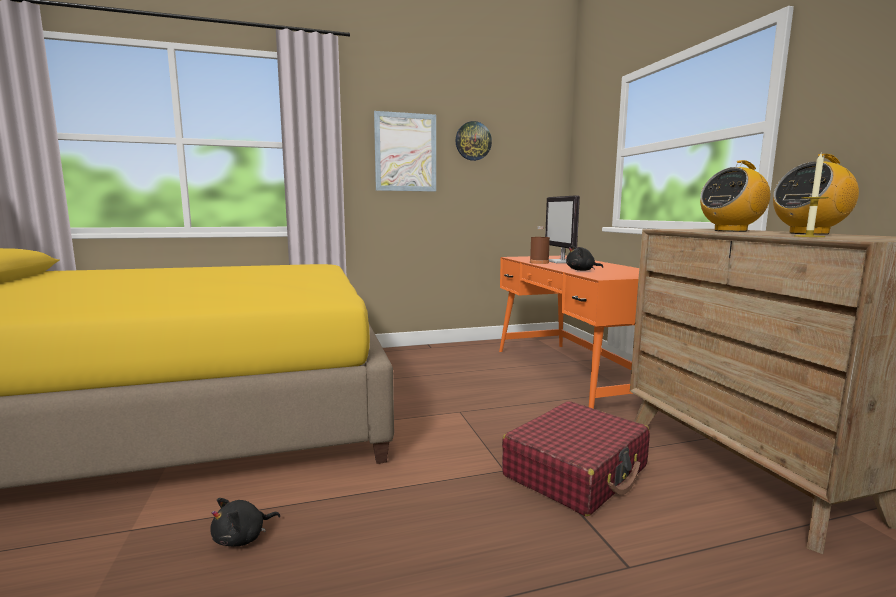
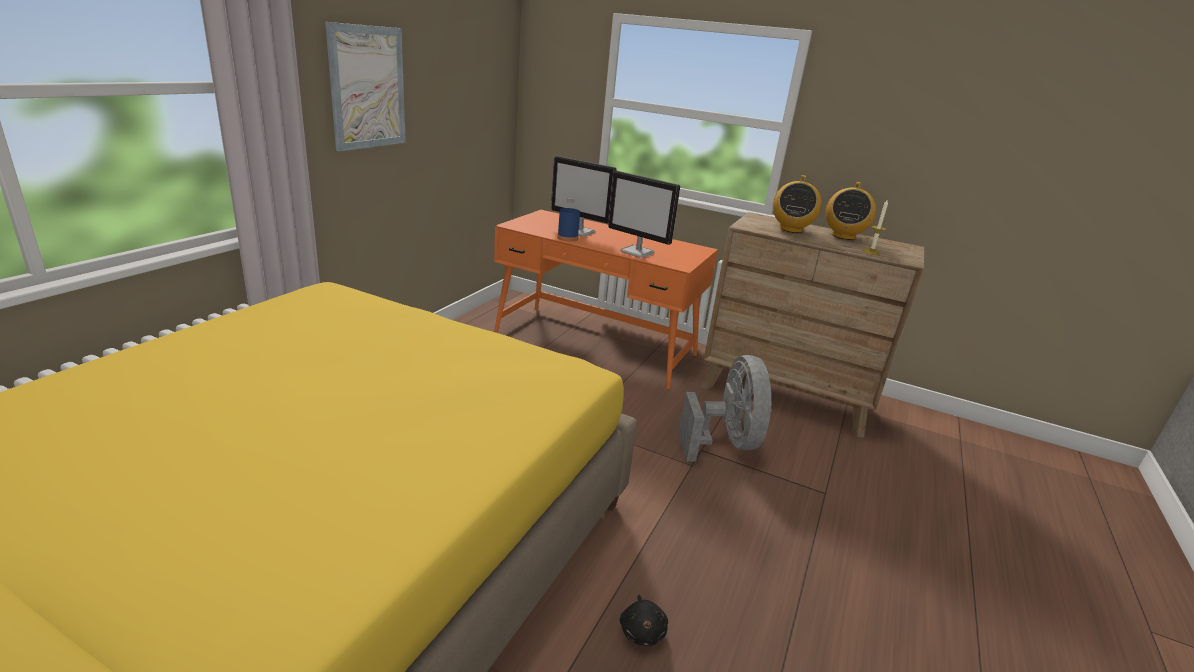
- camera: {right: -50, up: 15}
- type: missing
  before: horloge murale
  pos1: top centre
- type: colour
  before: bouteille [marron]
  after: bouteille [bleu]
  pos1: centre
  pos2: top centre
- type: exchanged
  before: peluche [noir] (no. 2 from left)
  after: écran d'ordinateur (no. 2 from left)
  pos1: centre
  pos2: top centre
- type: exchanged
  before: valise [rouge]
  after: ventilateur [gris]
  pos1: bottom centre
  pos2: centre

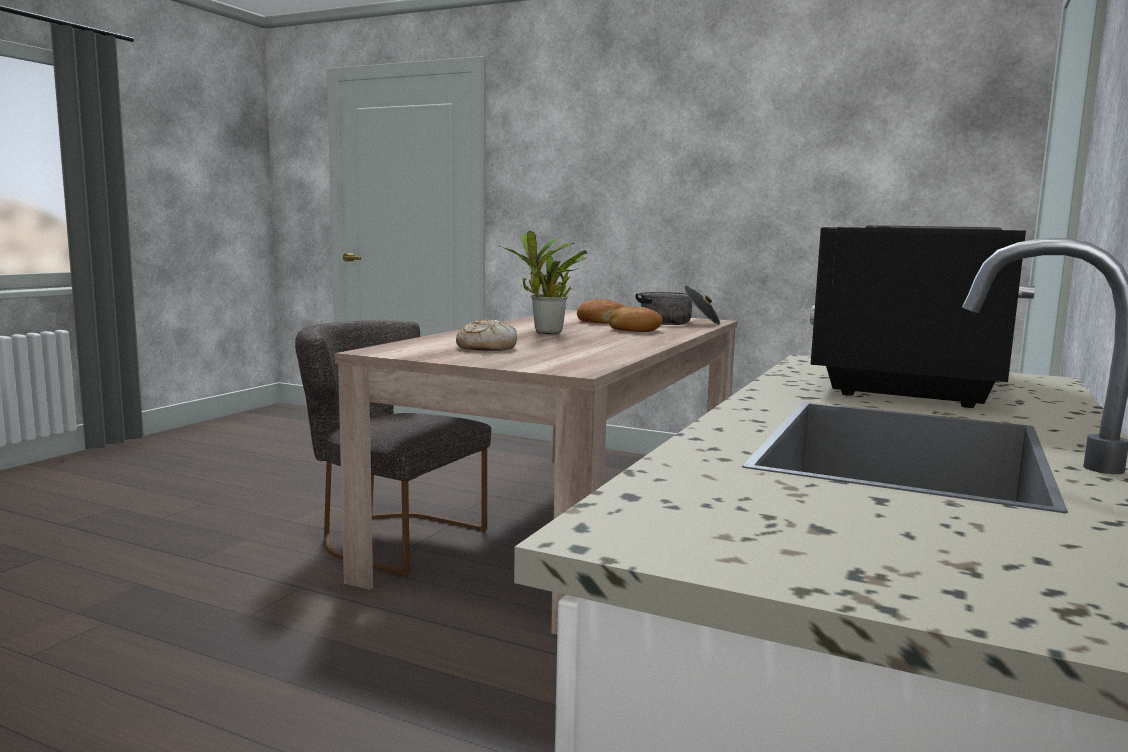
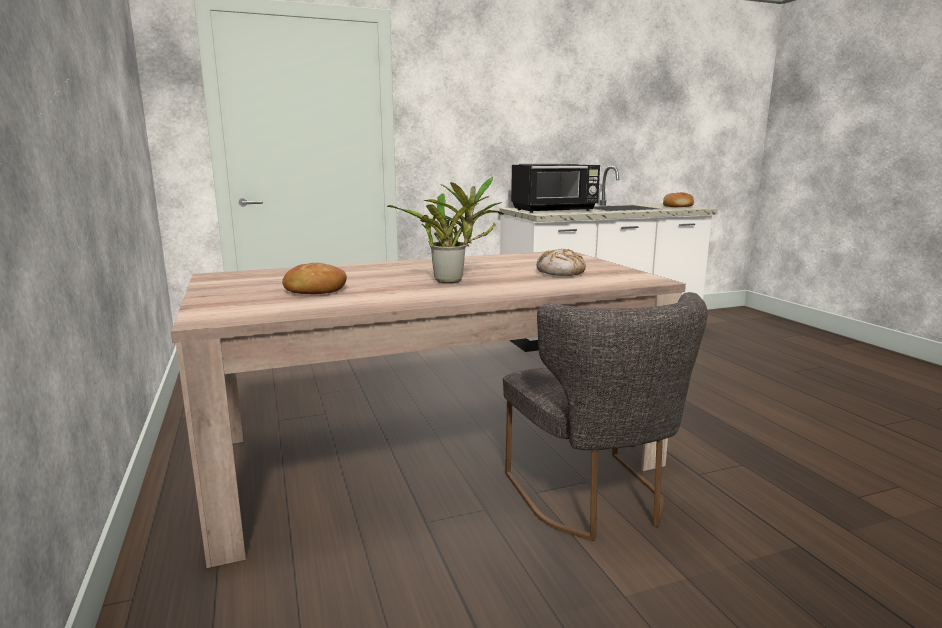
- camera: {right: -135, up: 5}
- type: missing
  before: marmite
  pos1: centre
- type: relocated
  before: pain (no. 3 from left)
  pos1: centre
  pos2: top right

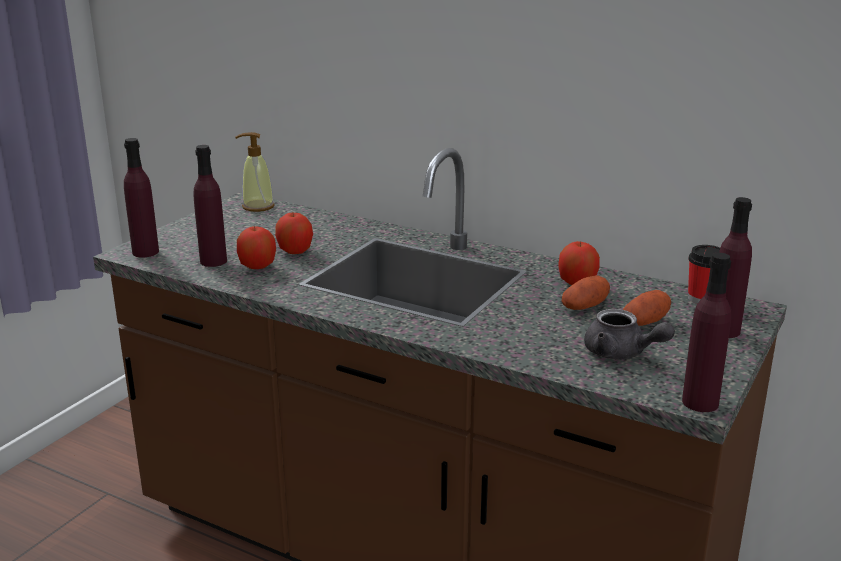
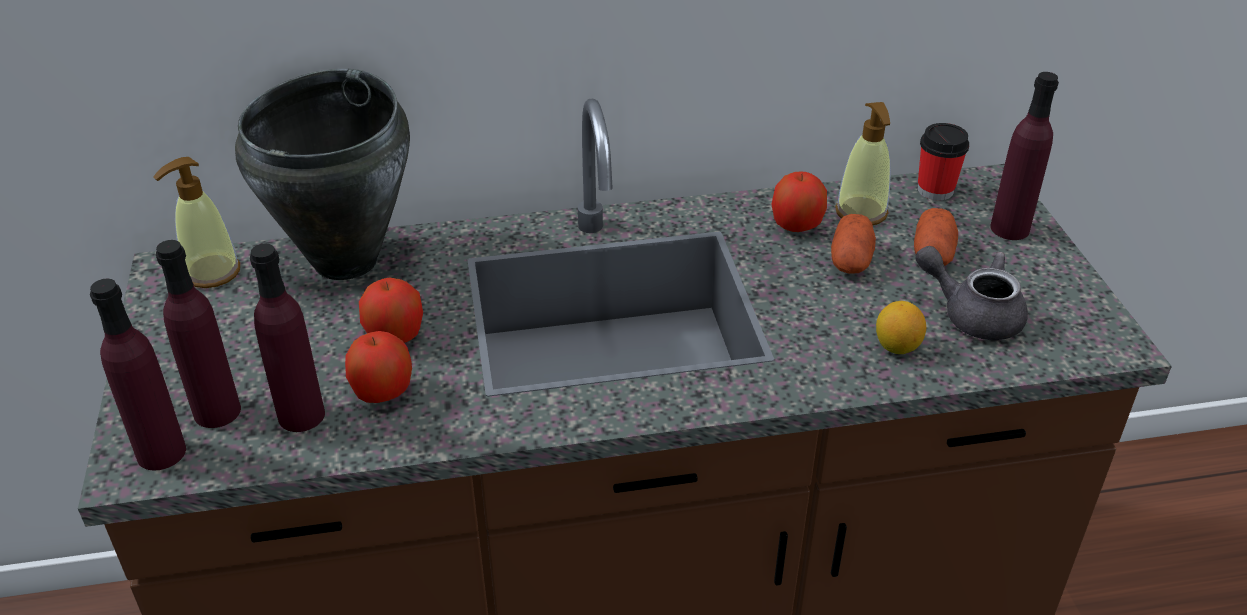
- camera: {right: -40, up: 15}
- type: relocated
  before: bouteille [violet] (no. 3 from left in the first image)
  after: bouteille [violet] (no. 2 from left)
  pos1: middle right
  pos2: middle left
- type: spun
  before: théière [gris]
  pos1: middle right
  pos2: middle right
  turn: -150
- type: appeared
  after: marmite [noir]
  pos2: top left
- type: appeared
  after: distributeur de savon (no. 2 from left)
  pos2: top right
- type: appeared
  after: citron
  pos2: middle right

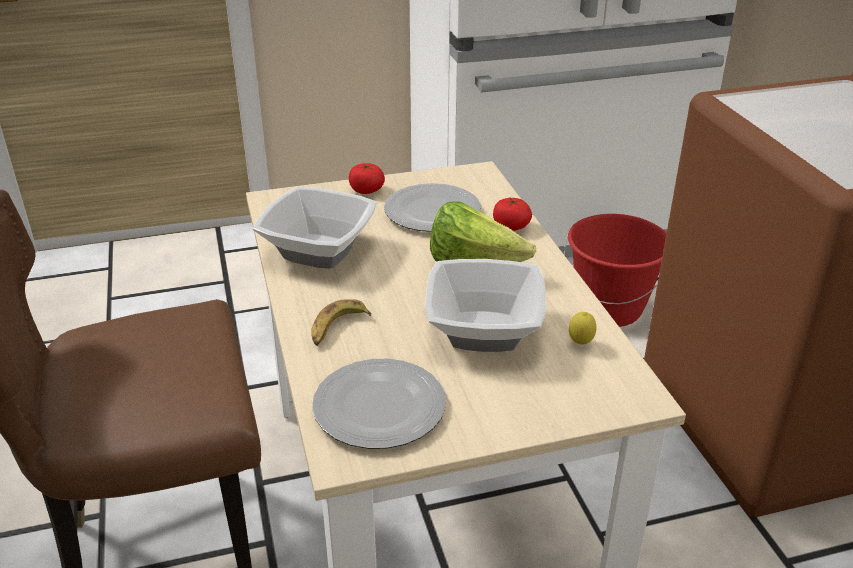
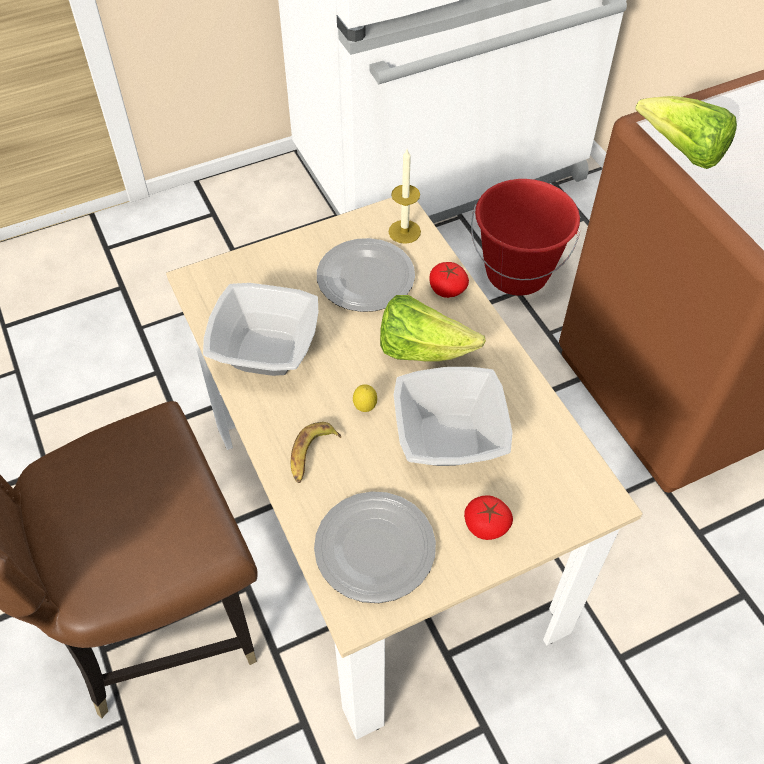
- camera: {right: -10, up: 20}
- type: relocated
  before: tomate (no. 1 from left in the first image)
  after: tomate (no. 2 from left)
  pos1: top centre
  pos2: bottom centre
- type: relocated
  before: citron
  pos1: middle right
  pos2: centre
- type: appeared
  after: laitue (no. 2 from left)
  pos2: top right
- type: appeared
  after: bougie
  pos2: top centre

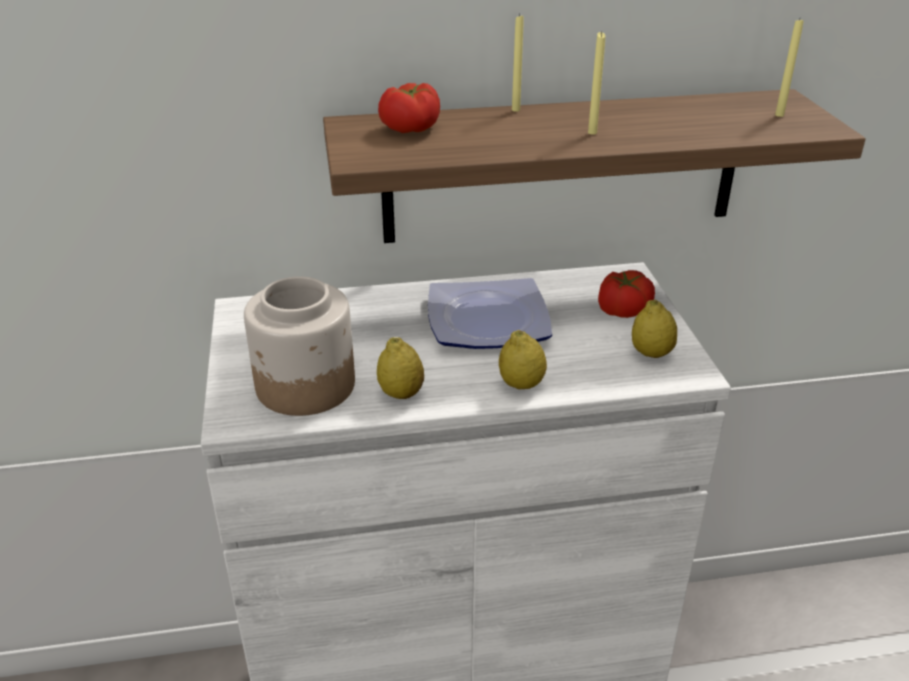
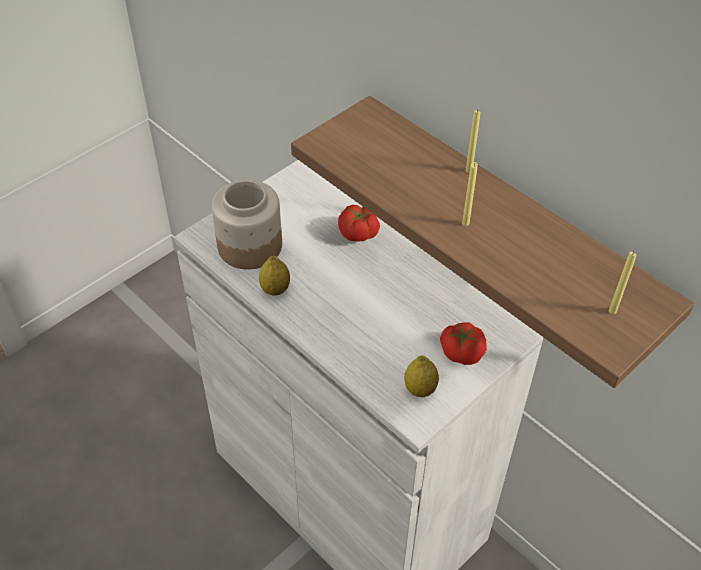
- camera: {right: 55, up: 15}
- type: relocated
  before: tomate (no. 1 from left)
  pos1: top centre
  pos2: centre
- type: missing
  before: assiette
  pos1: centre
- type: missing
  before: citron (no. 2 from left)
  pos1: centre

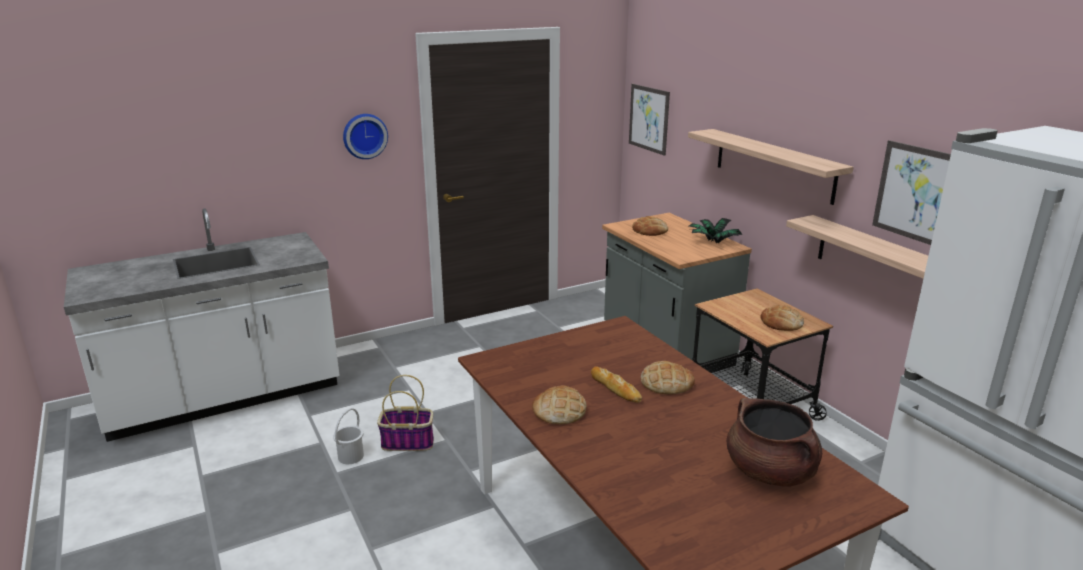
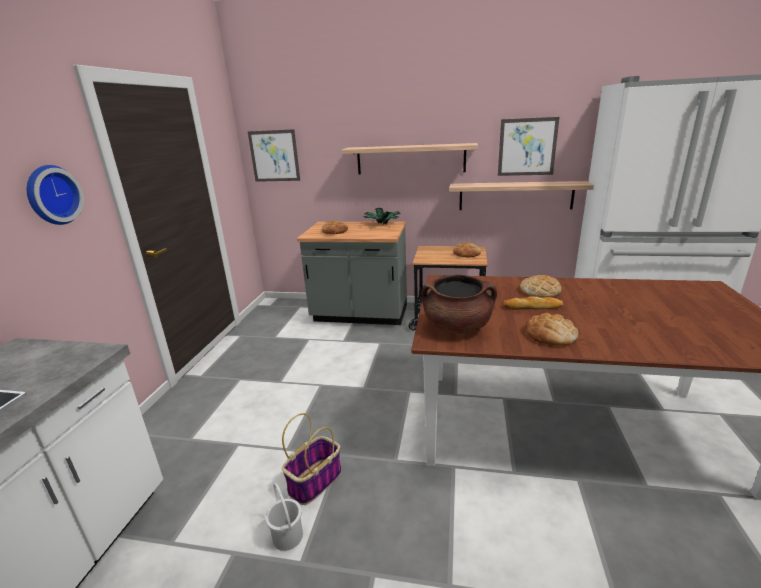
- camera: {right: -50, up: 0}
- type: relocated
  before: marmite [marron]
  pos1: bottom right
  pos2: centre

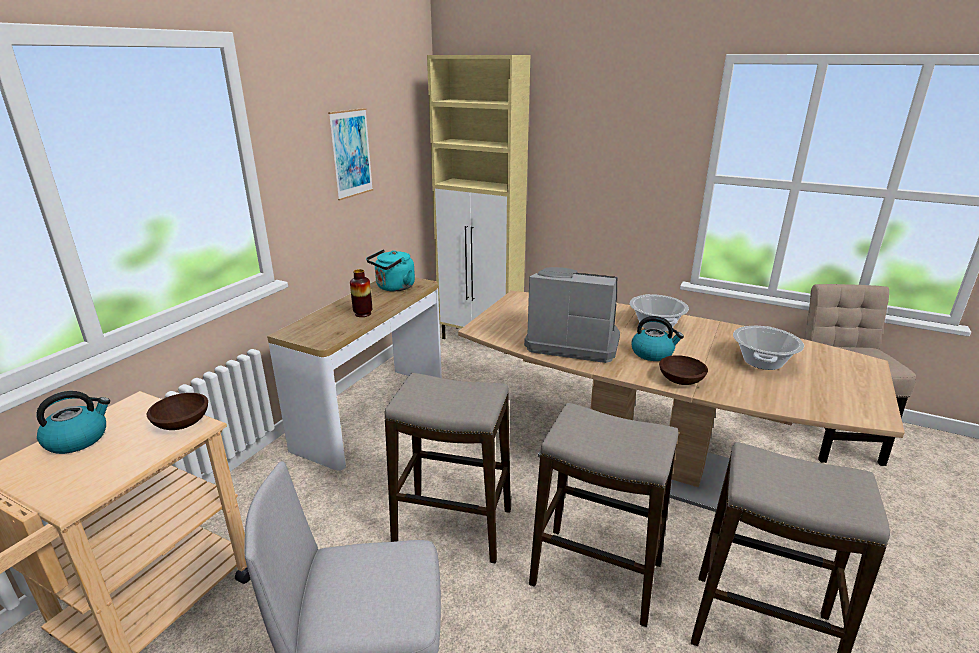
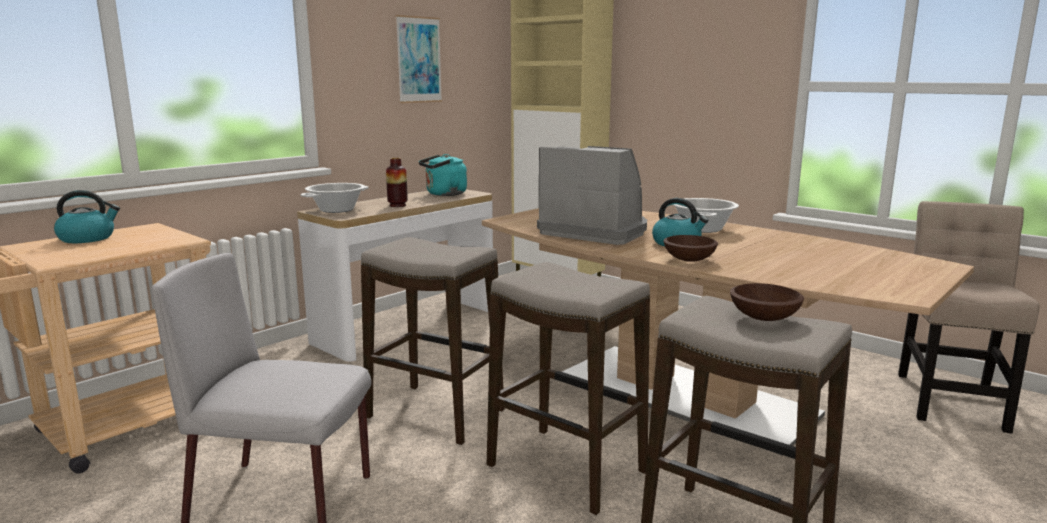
- camera: {right: 15, up: -10}
- type: relocated
  before: marmite (no. 2 from left in the first image)
  after: marmite (no. 1 from left)
  pos1: middle right
  pos2: middle left
- type: relocated
  before: bol [marron] (no. 1 from left in the first image)
  after: bol [marron] (no. 2 from left)
  pos1: middle left
  pos2: middle right

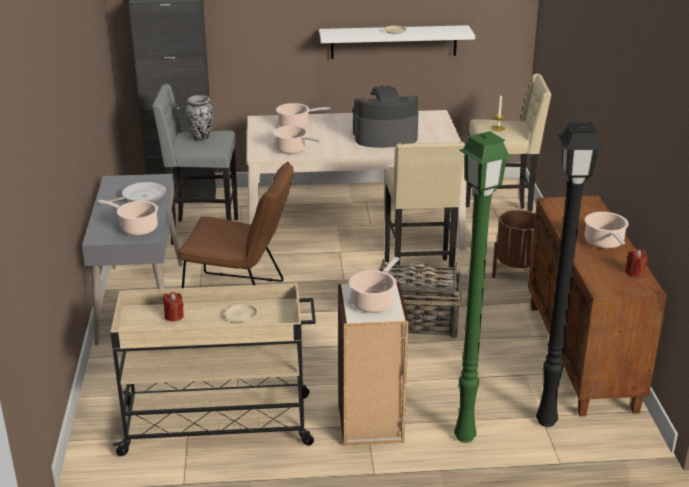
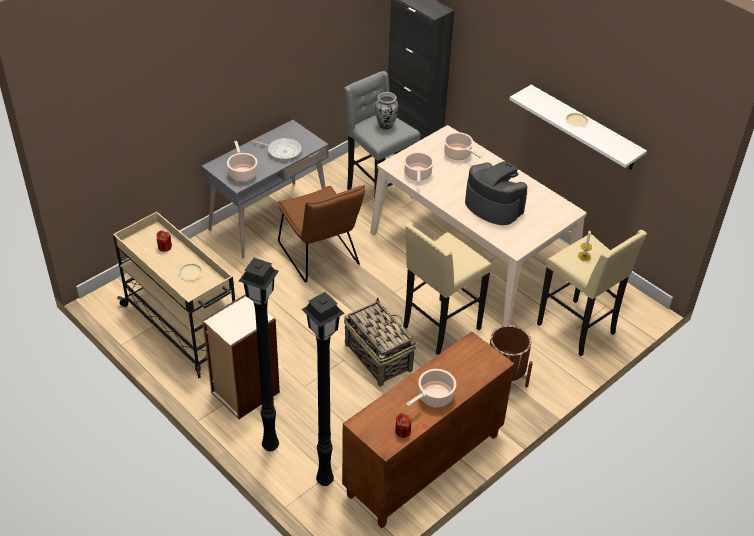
- camera: {right: 50, up: 15}
- type: colour
  before: lampadaire [vert]
  after: lampadaire [noir] (no. 1 from left)
  pos1: middle right
  pos2: centre
- type: missing
  before: marmite (no. 4 from left)
  pos1: centre

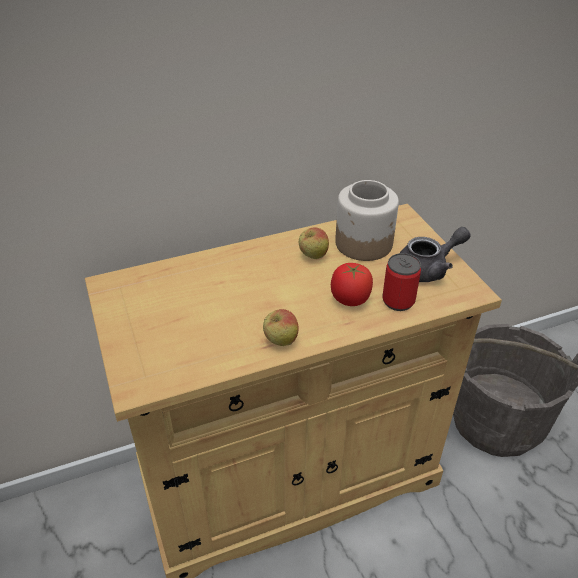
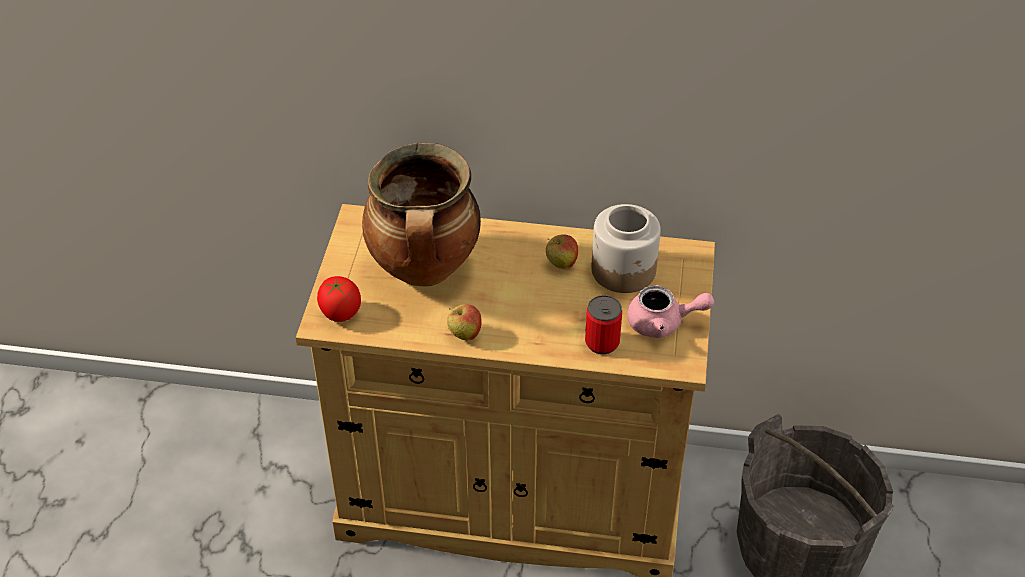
- camera: {right: 30, up: 5}
- type: colour
  before: théière [gris]
  after: théière [rose]
  pos1: middle right
  pos2: centre
- type: relocated
  before: tomate
  pos1: centre
  pos2: middle left
- type: appeared
  after: marmite
  pos2: centre

